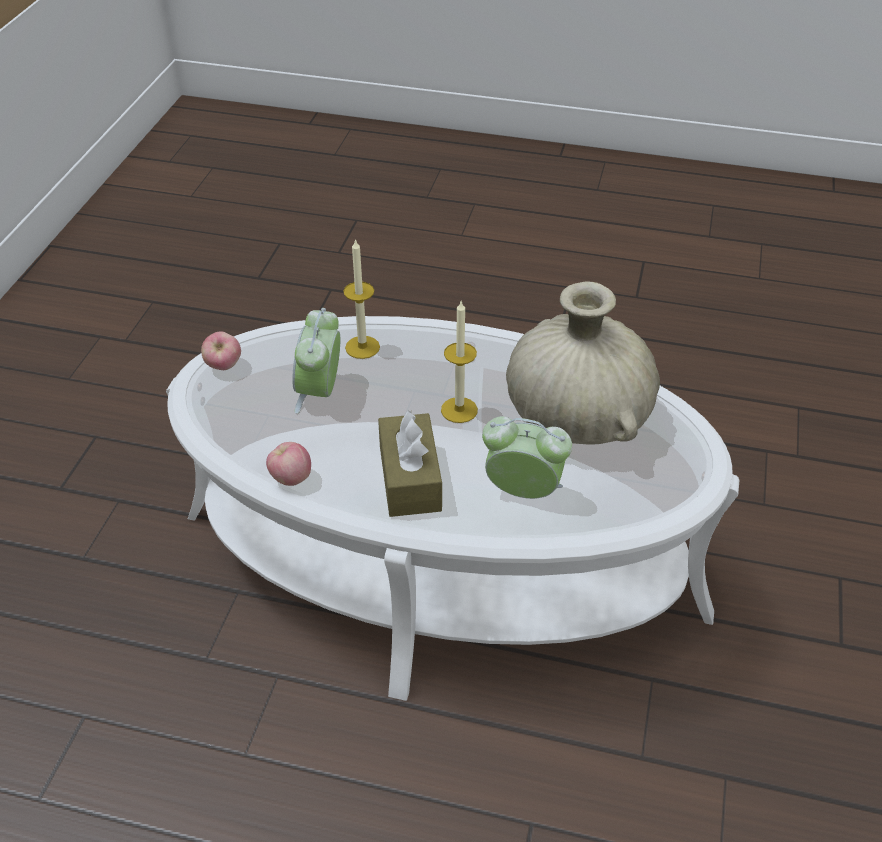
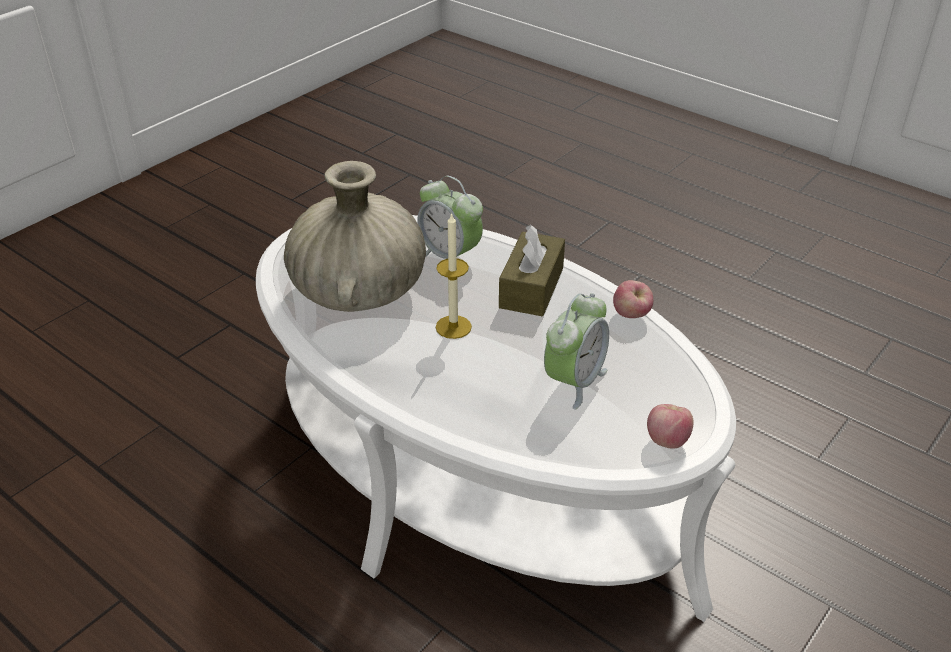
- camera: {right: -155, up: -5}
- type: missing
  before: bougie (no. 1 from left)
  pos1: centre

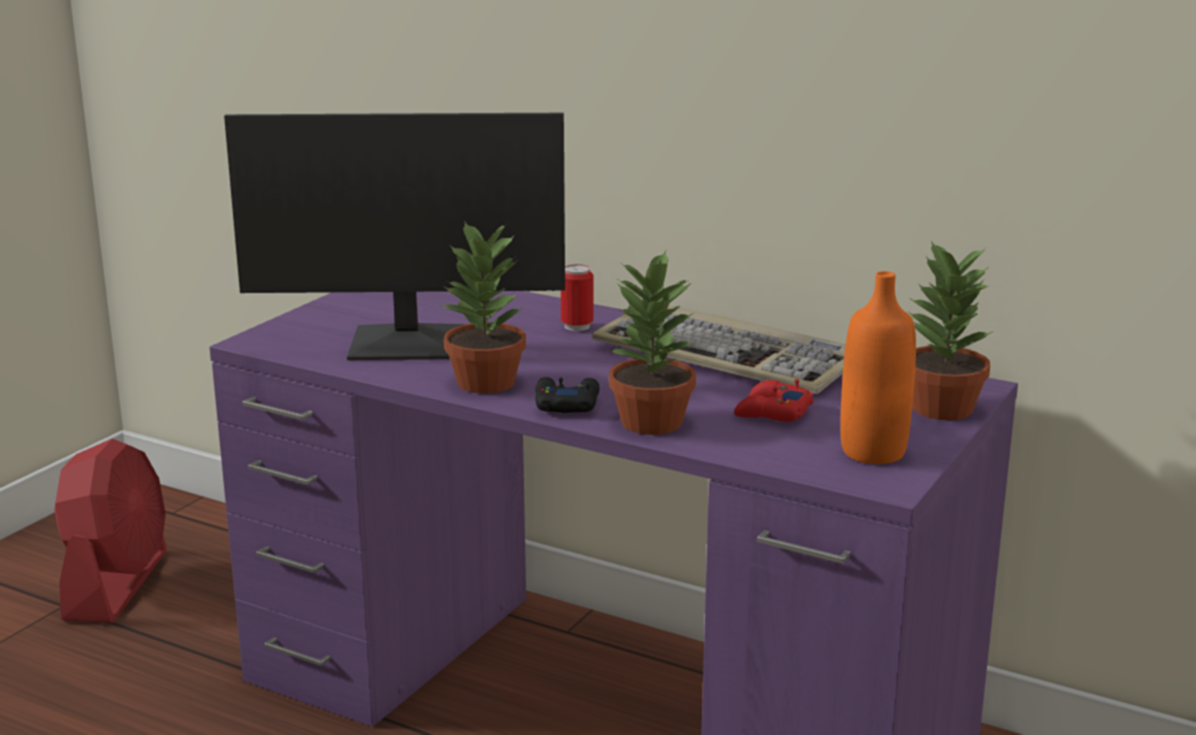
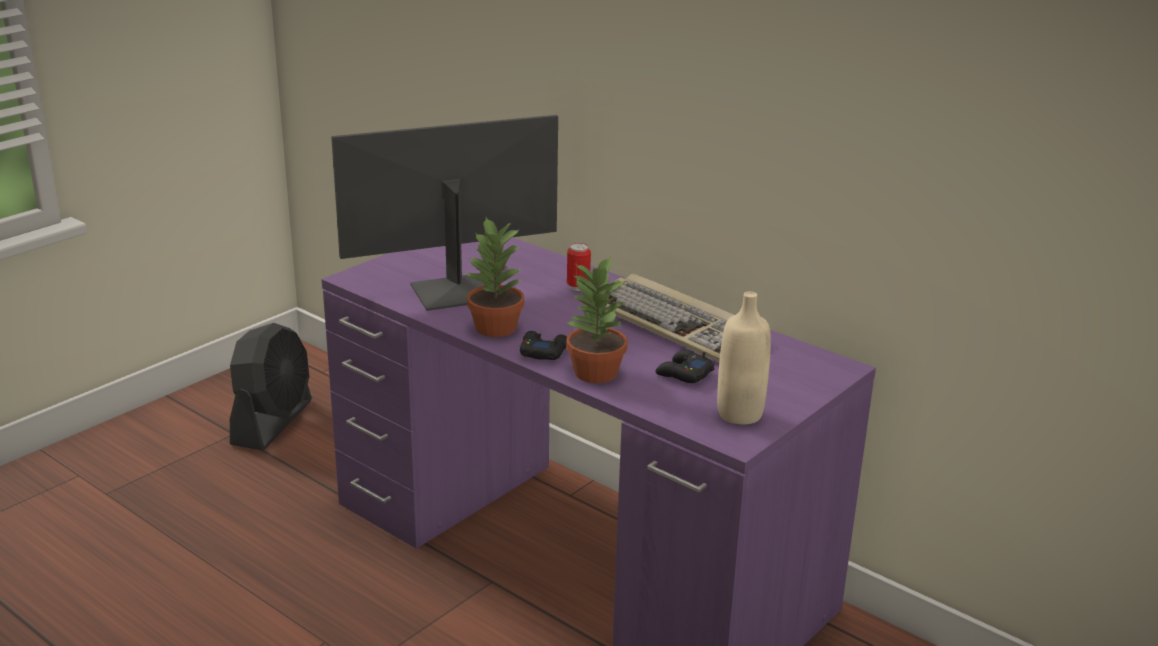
- camera: {right: 10, up: 5}
- type: spun
  before: écran d'ordinateur
  pos1: top left
  pos2: top centre
  turn: 150
- type: missing
  before: plante en pot (no. 3 from left)
  pos1: middle right
- type: colour
  before: bouteille [orange]
  after: bouteille [beige]
  pos1: middle right
  pos2: centre
- type: colour
  before: manette [rouge]
  after: manette [noir] (no. 2 from left)
  pos1: centre
  pos2: centre
- type: colour
  before: ventilateur [rouge]
  after: ventilateur [noir]
  pos1: bottom left
  pos2: middle left

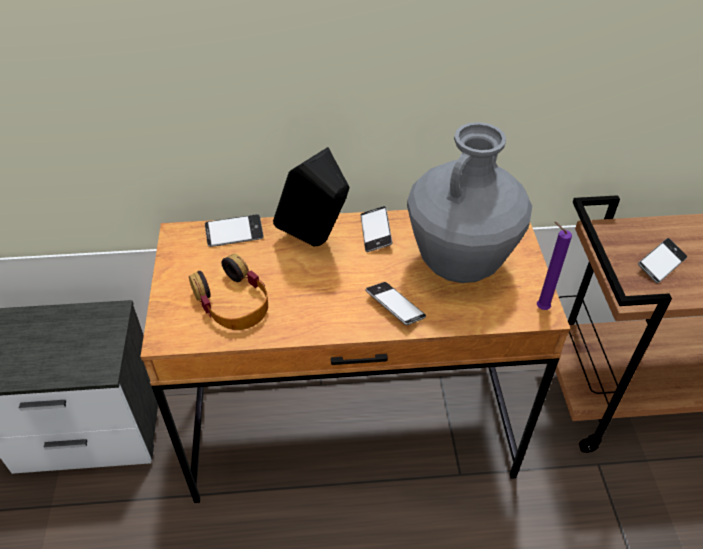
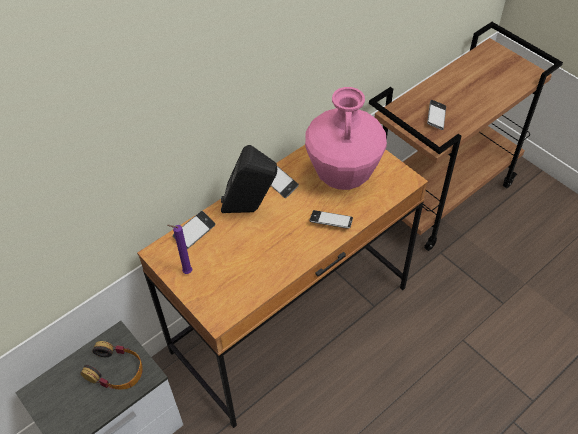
- camera: {right: -35, up: 5}
- type: colour
  before: vase [gris]
  after: vase [rose]
  pos1: middle right
  pos2: top centre
- type: relocated
  before: bougie [violet]
  pos1: middle right
  pos2: middle left
- type: relocated
  before: casque audio
  pos1: middle left
  pos2: bottom left

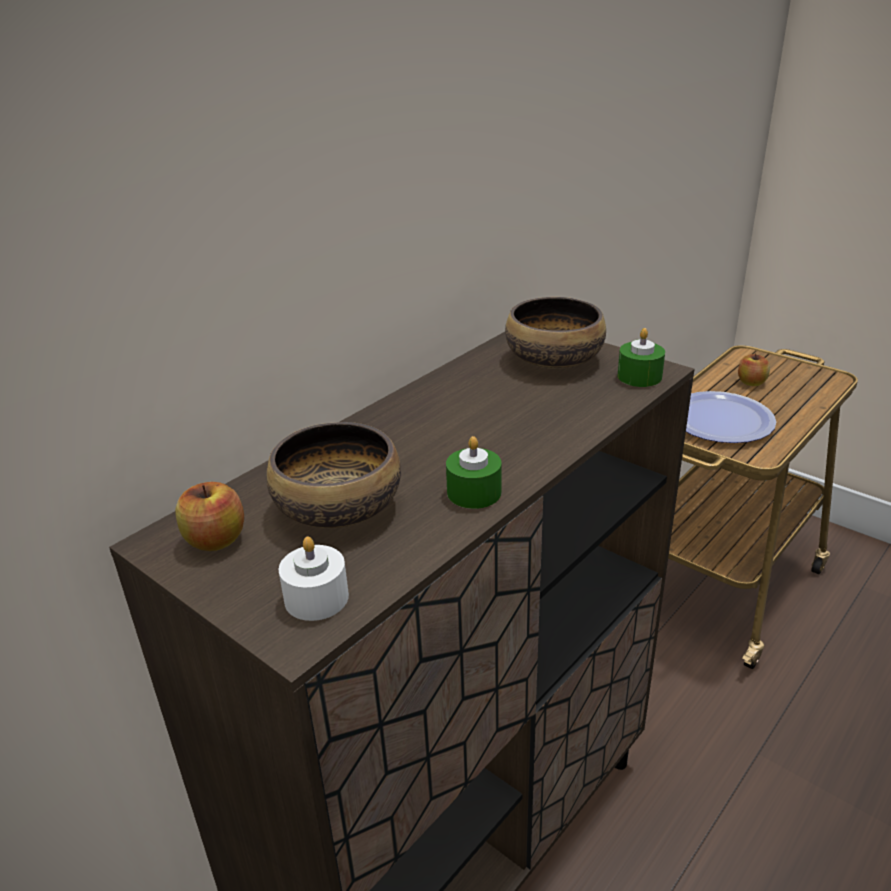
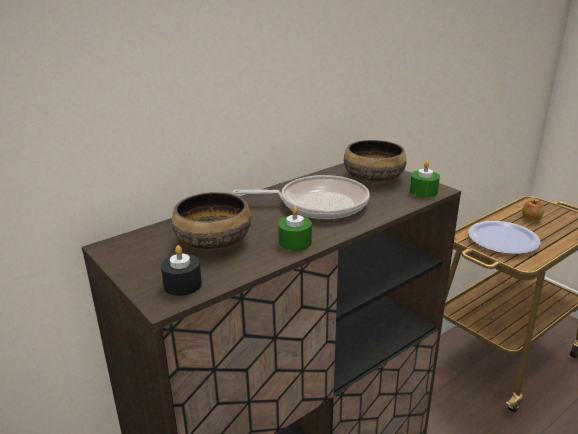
- camera: {right: 10, up: -5}
- type: missing
  before: pomme (no. 1 from left)
  pos1: middle left
- type: colour
  before: bougie [blanc]
  after: bougie [noir]
  pos1: centre
  pos2: middle left
- type: appeared
  after: poêle
  pos2: centre

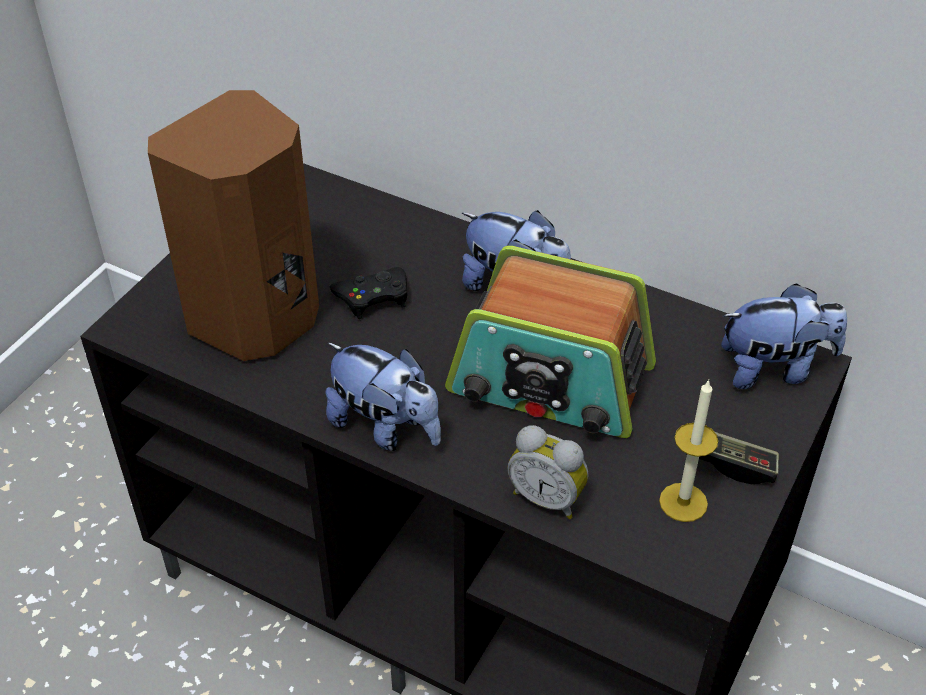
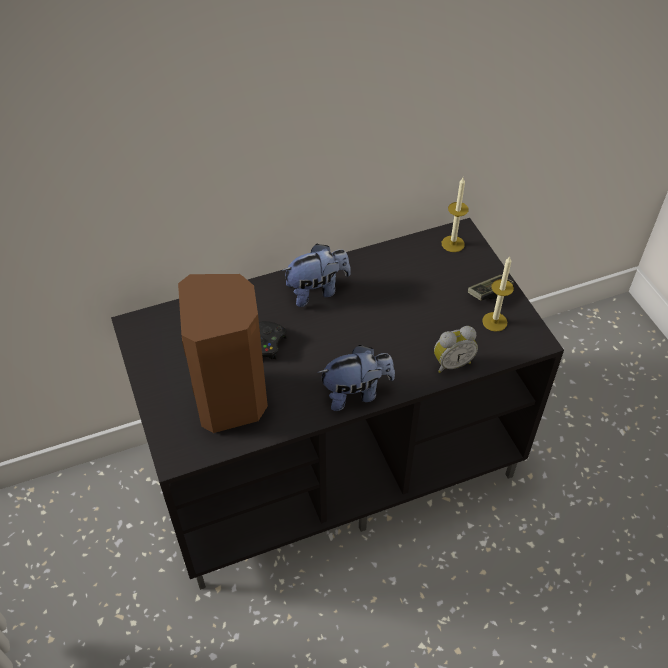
- camera: {right: -50, up: 5}
- type: missing
  before: radio
  pos1: centre
- type: exchanged
  before: peluche (no. 3 from left)
  after: bougie (no. 1 from left)
  pos1: middle right
  pos2: top right

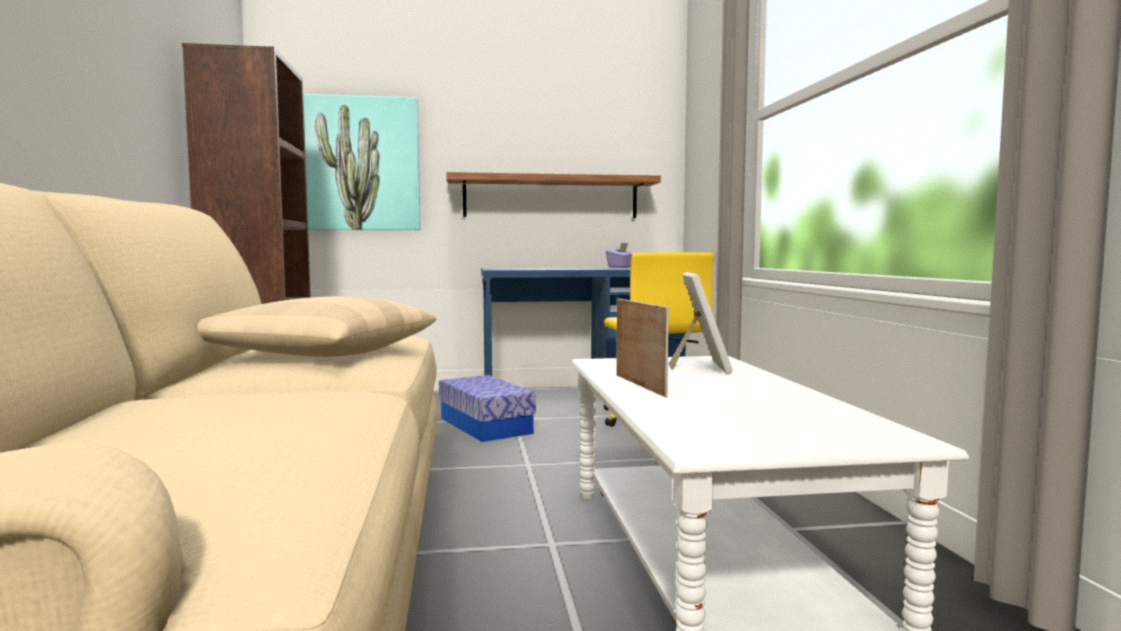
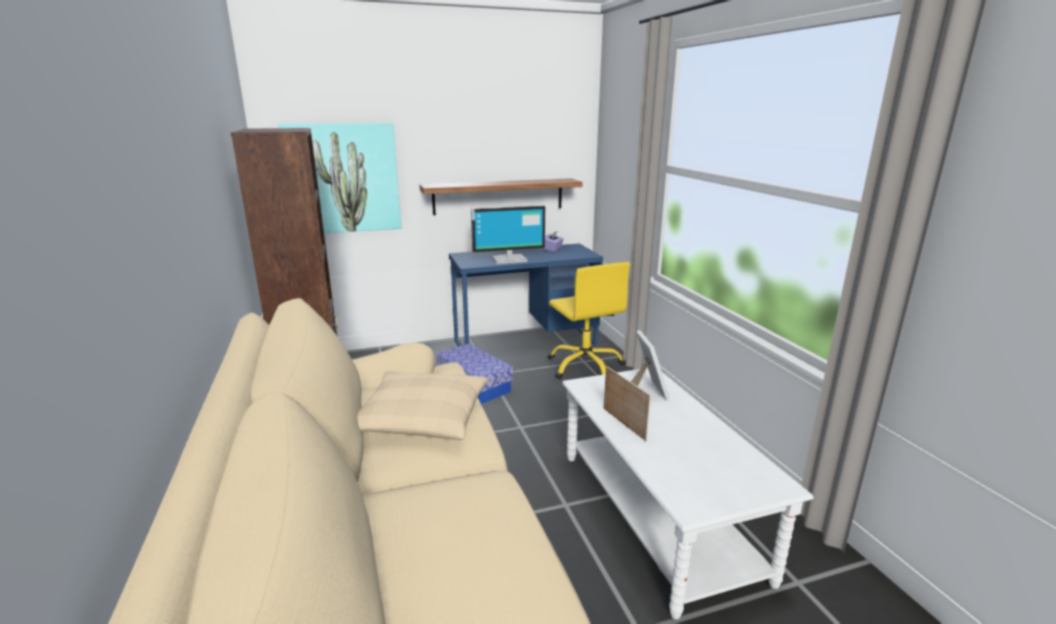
- camera: {right: -10, up: 15}
- type: appeared
  after: écran d'ordinateur
  pos2: centre

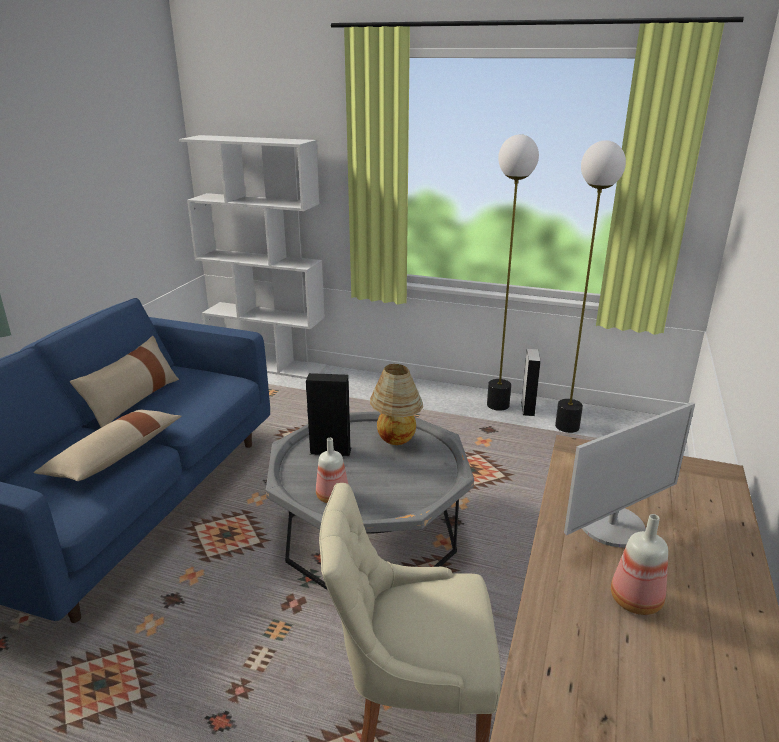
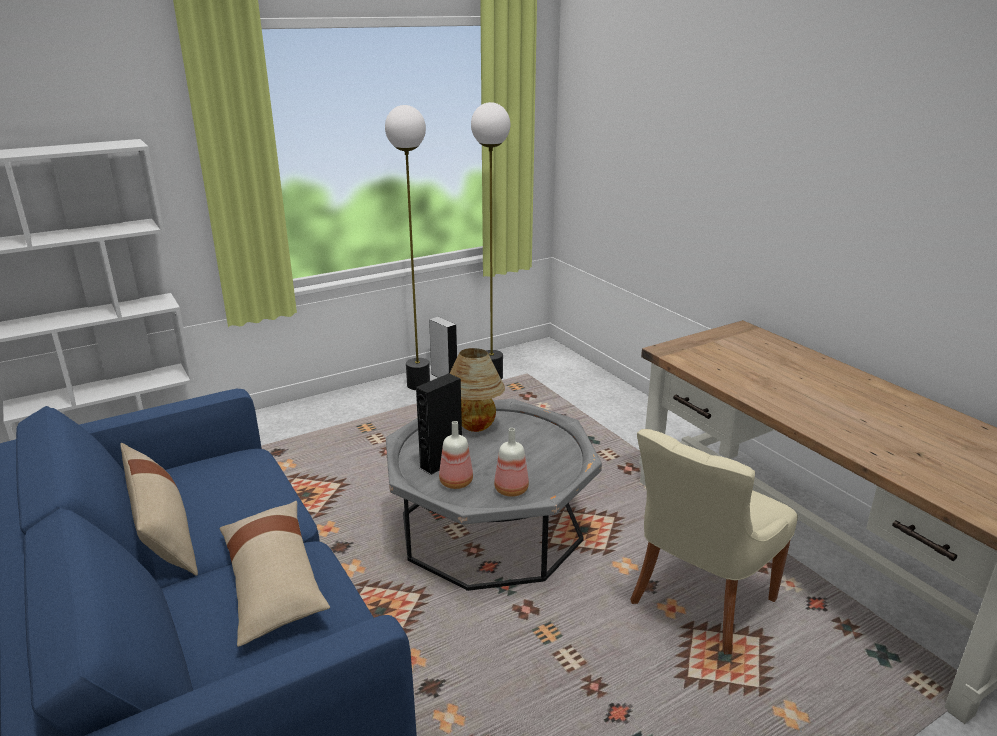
- camera: {right: -50, up: 0}
- type: missing
  before: écran d'ordinateur
  pos1: middle right
- type: relocated
  before: bouteille (no. 2 from left in the first image)
  after: bouteille (no. 1 from left)
  pos1: bottom right
  pos2: centre

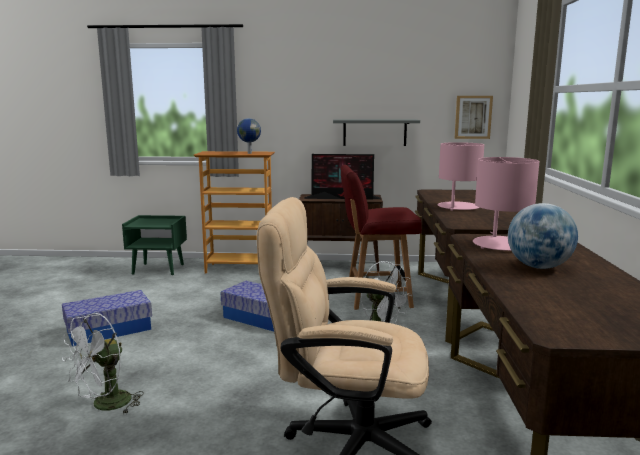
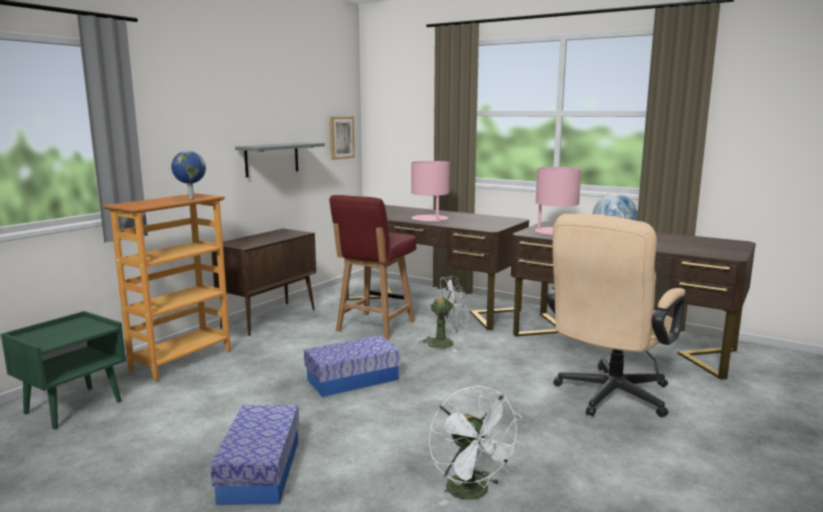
- camera: {right: -60, up: 0}
- type: missing
  before: écran d'ordinateur
  pos1: centre

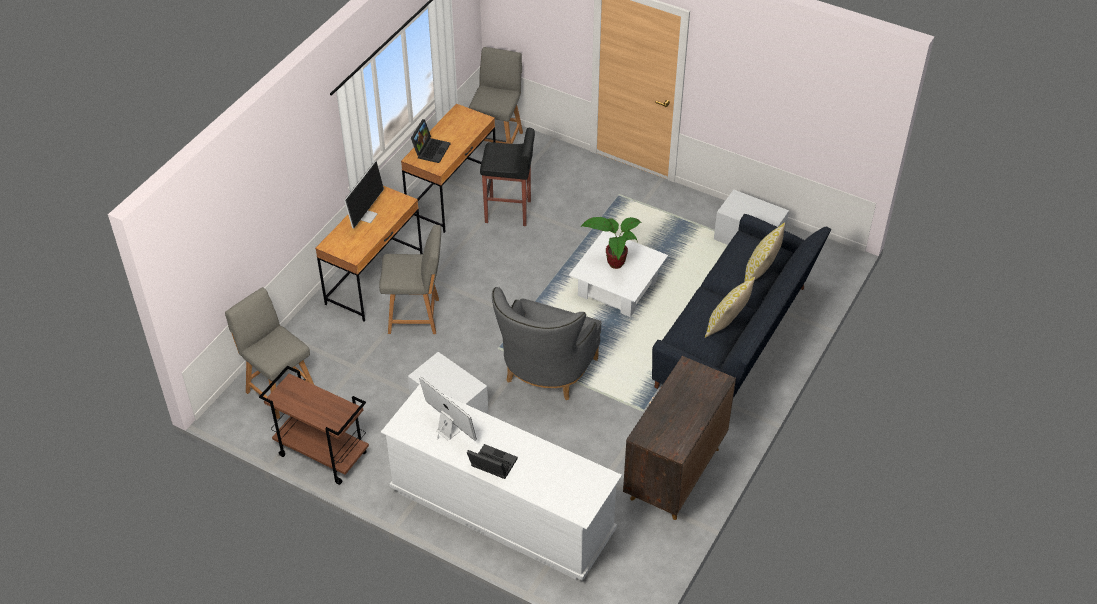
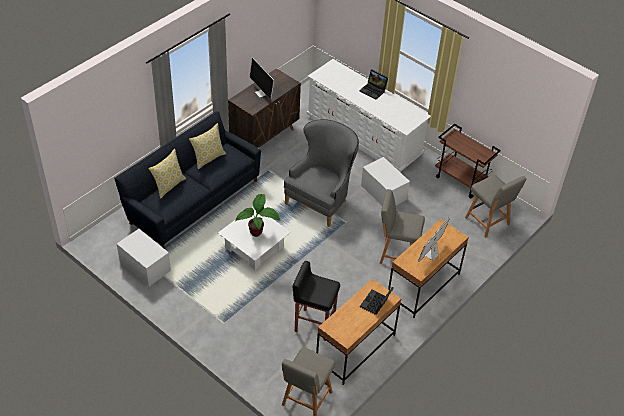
- camera: {right: -170, up: 0}
- type: relocated
  before: écran d'ordinateur (no. 2 from left in the first image)
  after: écran d'ordinateur (no. 1 from left)
  pos1: bottom centre
  pos2: top centre

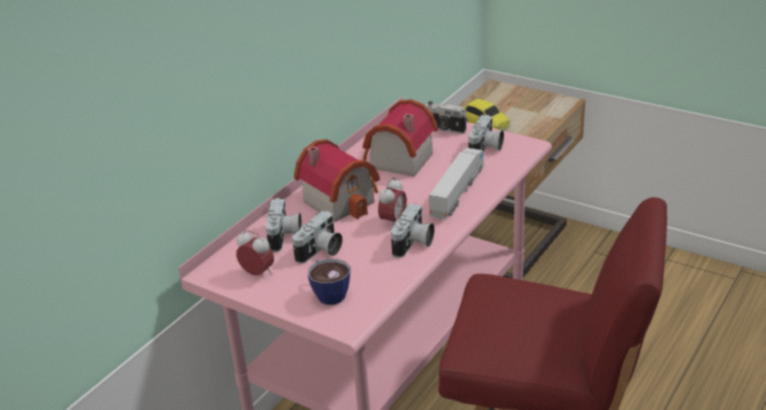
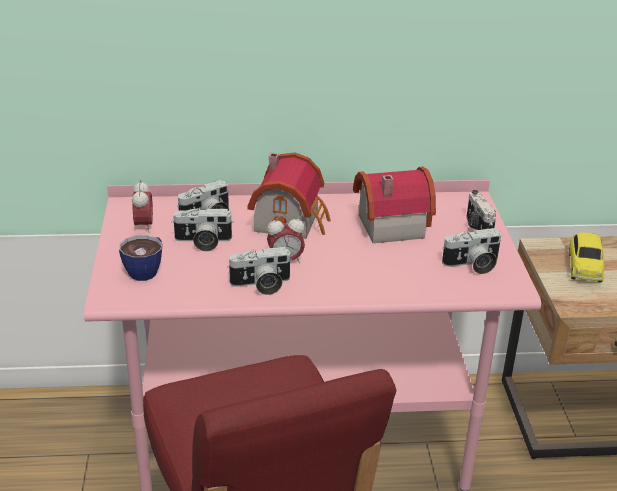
- camera: {right: 50, up: 0}
- type: missing
  before: camion jouet
  pos1: centre

